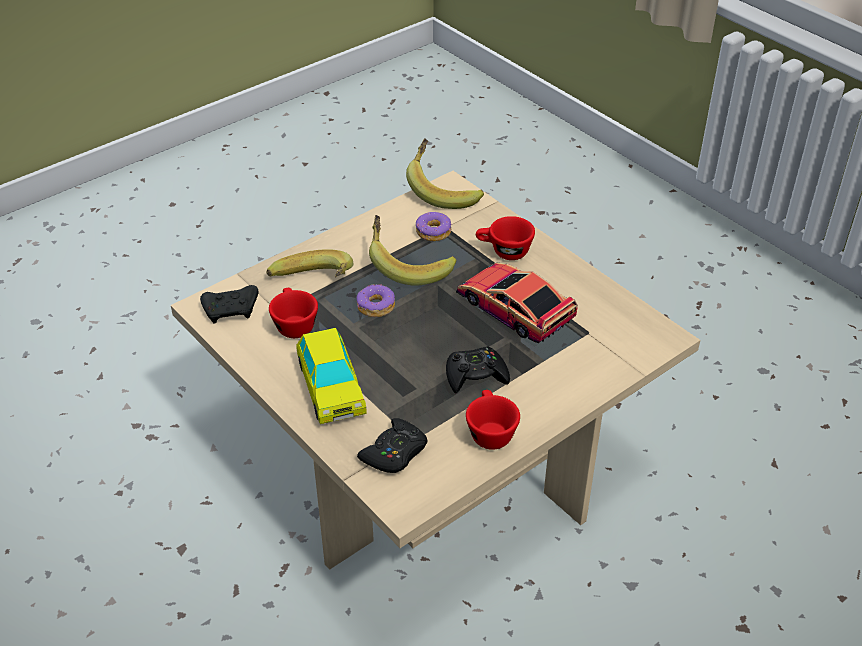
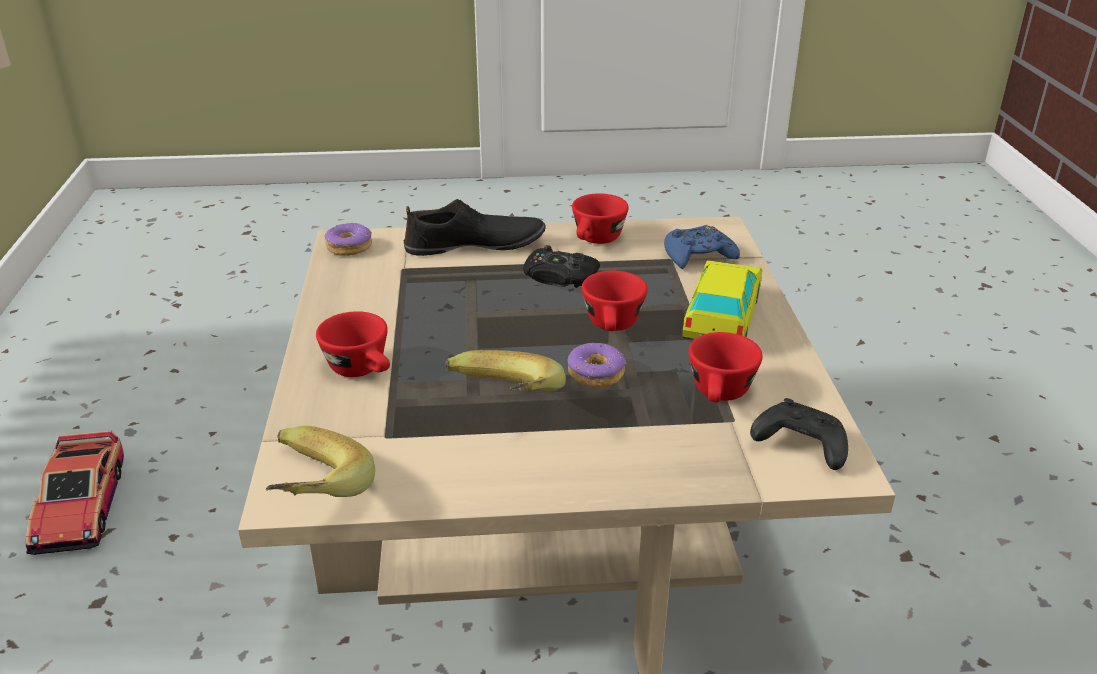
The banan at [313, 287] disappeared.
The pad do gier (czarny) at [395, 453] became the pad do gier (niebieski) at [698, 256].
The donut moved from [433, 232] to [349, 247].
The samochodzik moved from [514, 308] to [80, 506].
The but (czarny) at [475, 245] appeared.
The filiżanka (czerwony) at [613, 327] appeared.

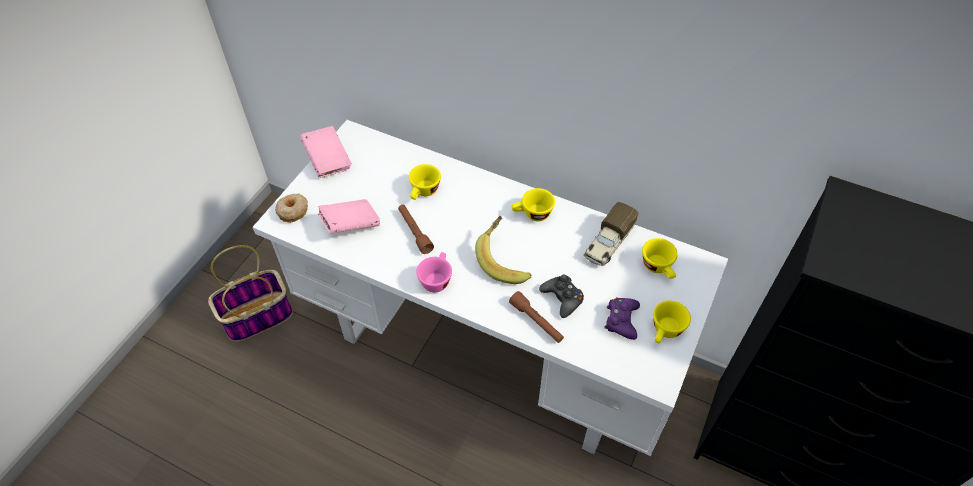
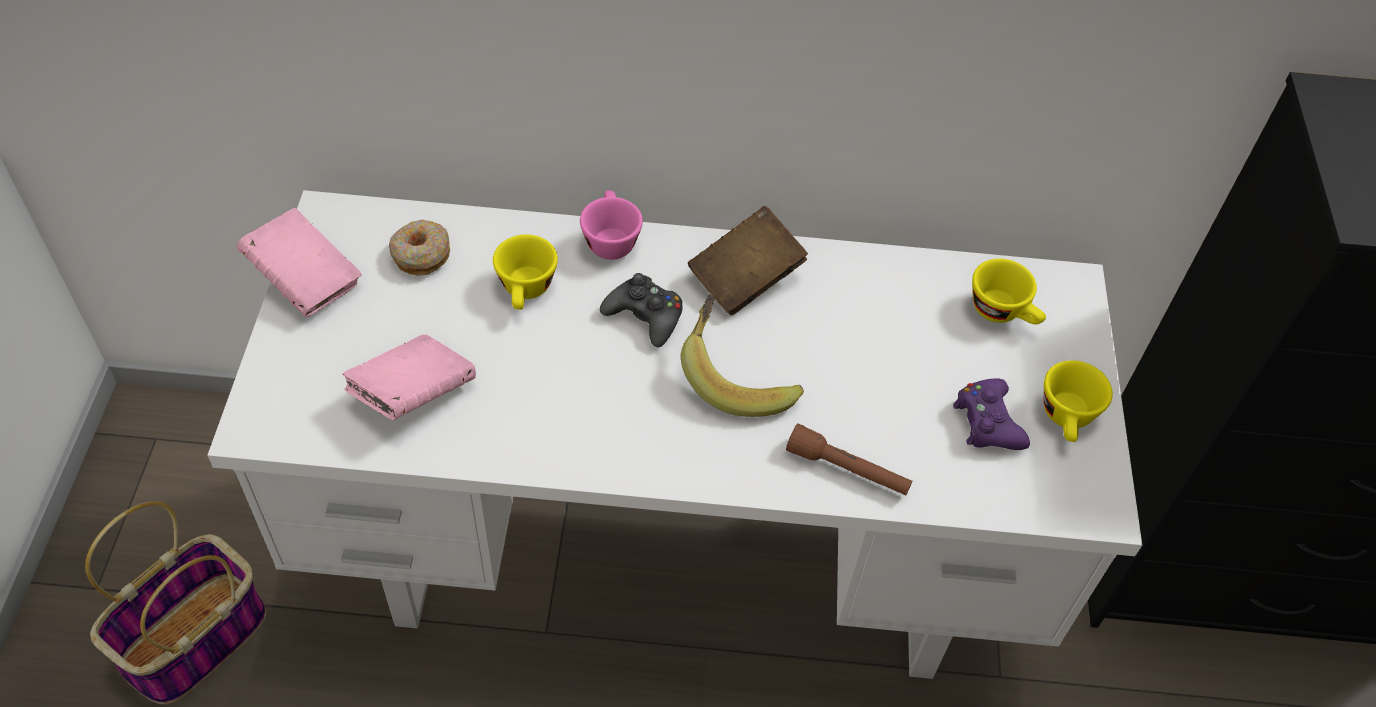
The donut moved from [293, 211] to [421, 254].
The latarka (brązowy) at [414, 232] disappeared.
The filiżanka (różowy) moved from [436, 279] to [609, 239].
The filiżanka (żółty) at [532, 214] was replaced by the książka (brązowy) at [745, 278].
The pad do gier (czarny) moved from [562, 298] to [645, 316].
The ciężarówka zabawkowa at [608, 244] disappeared.

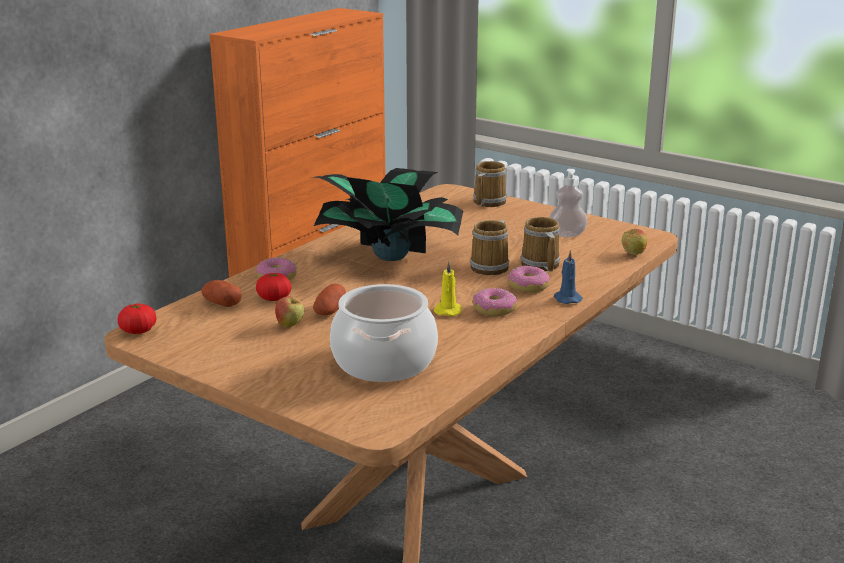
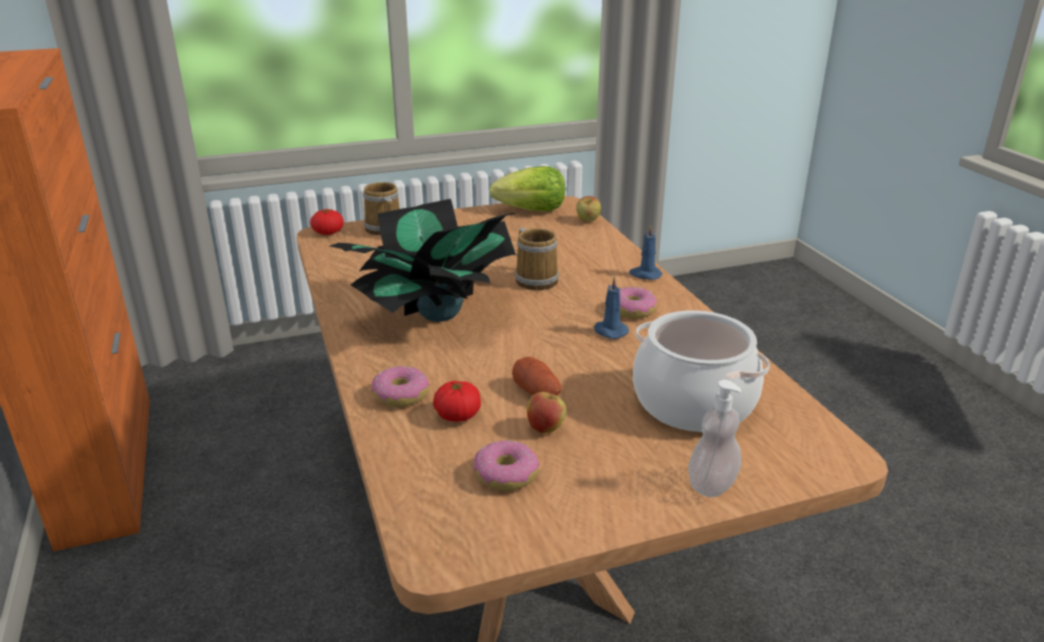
The pomidor moved from [138, 331] to [328, 233].
The ziemniak at [222, 304] disappeared.
The świeca (żółty) at [448, 310] became the świeca (niebieski) at [609, 331].
The donut moved from [528, 286] to [505, 475].
The kubek at [539, 265] disappeared.
The dozownik mydła moved from [567, 234] to [712, 484].
The sałata at [532, 211] appeared.

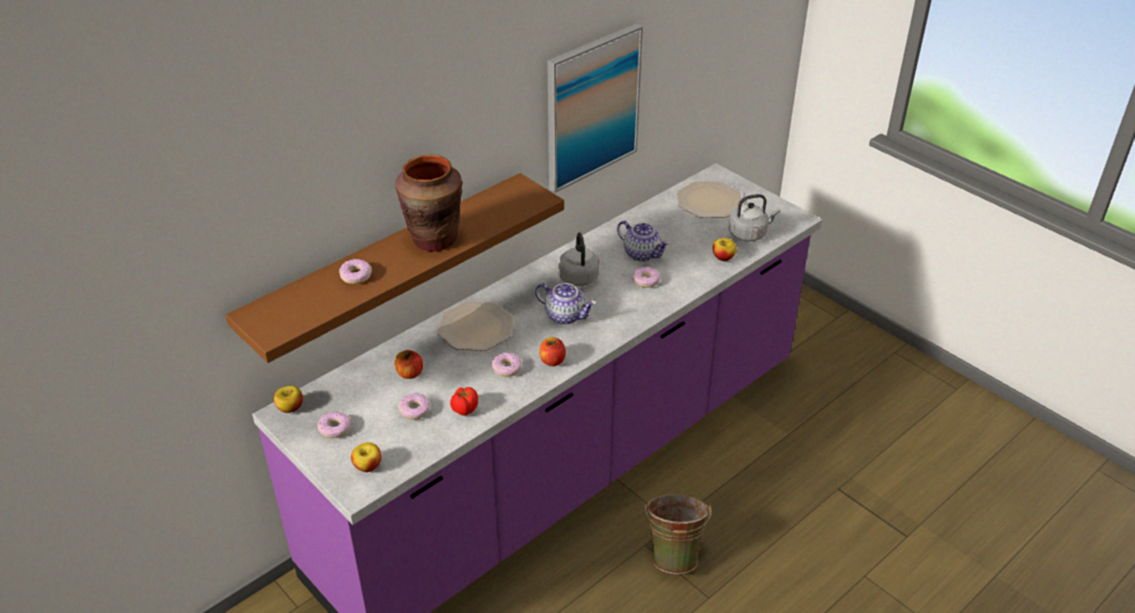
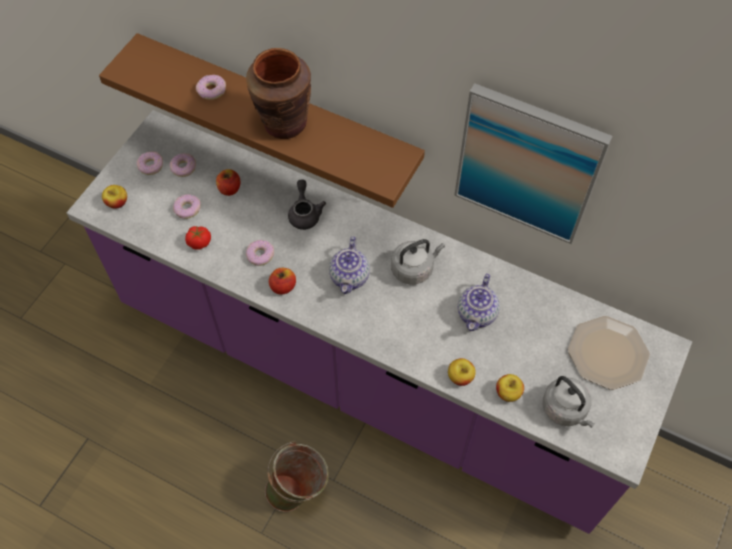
The jabłko moved from [290, 408] to [460, 377].
The talerz at [475, 328] was replaced by the imbryk (szary) at [305, 213].
The donut moved from [646, 281] to [183, 168].

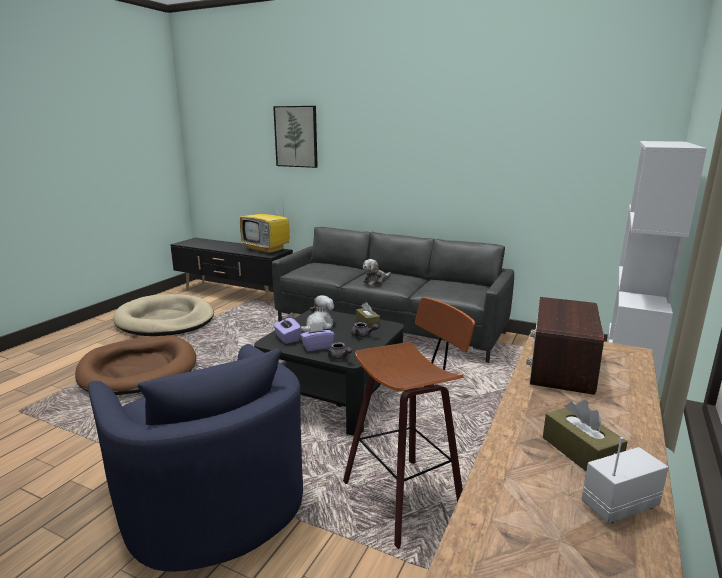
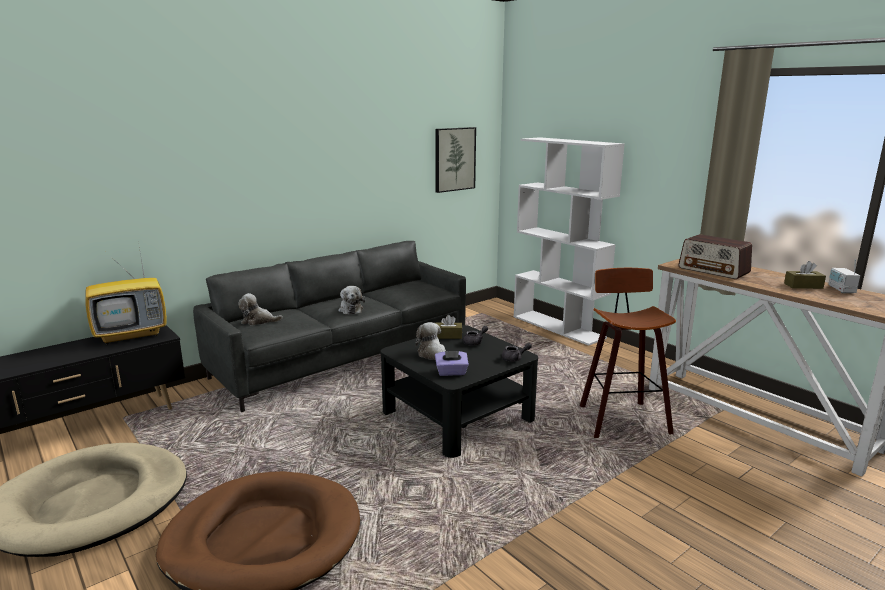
The fotel (niebieski) at [209, 497] disappeared.
The obraz moved from [296, 136] to [454, 159].
The pudełko chusteczek (fioletowy) at [317, 347] disappeared.
The pluszak at [258, 321] appeared.

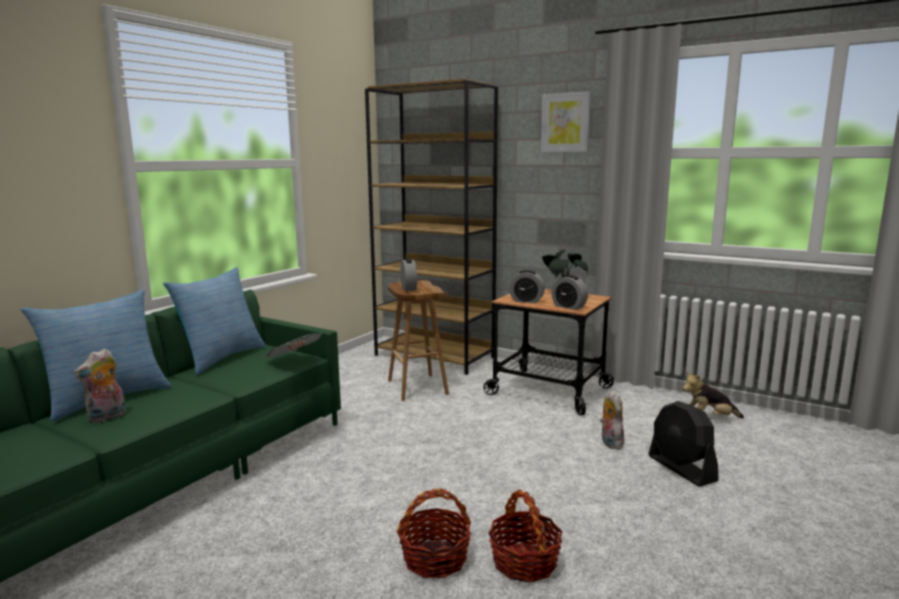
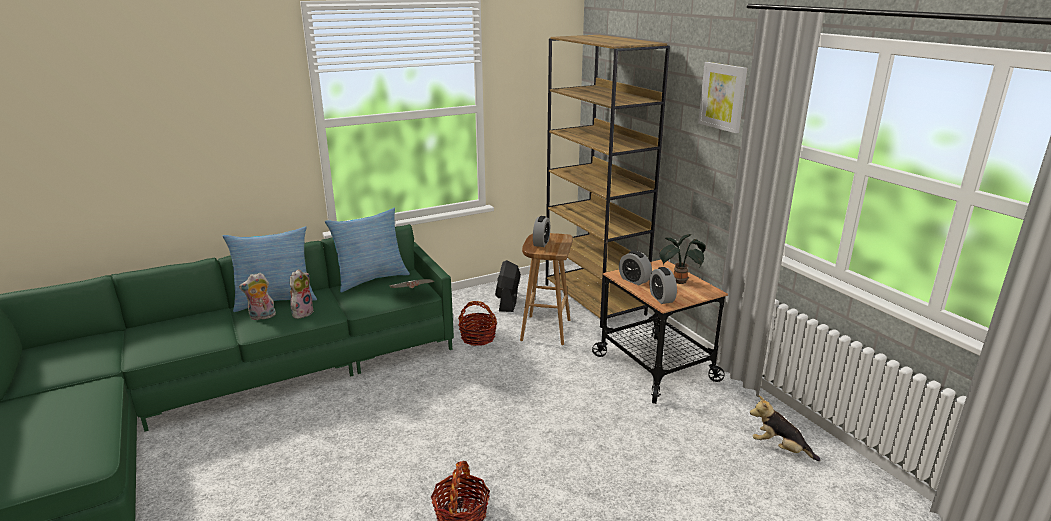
The koszyk moved from [435, 558] to [478, 337].
The pluszak moved from [609, 442] to [302, 312].
The wentylator (czarny) moved from [681, 468] to [508, 302].

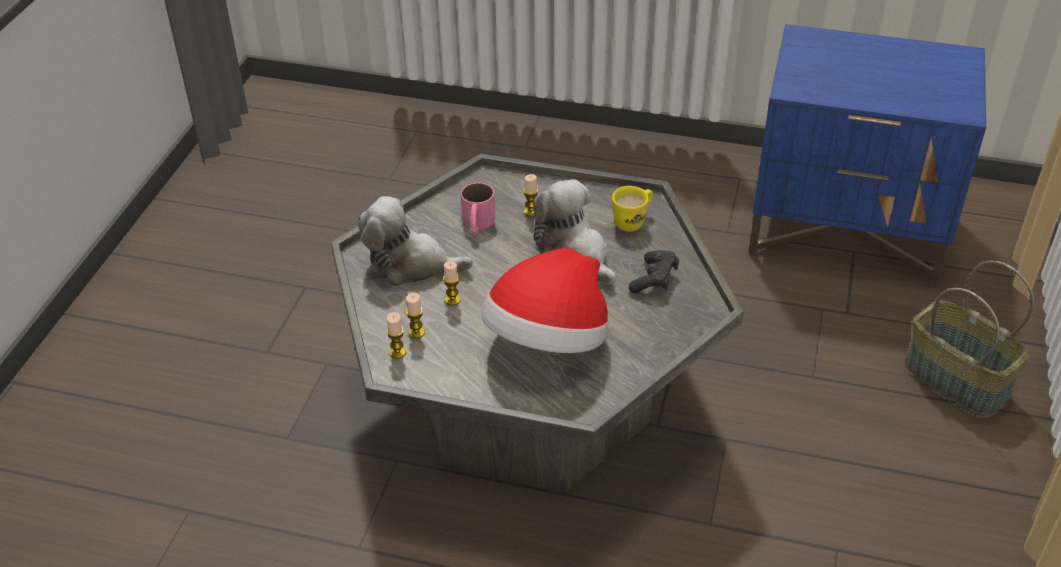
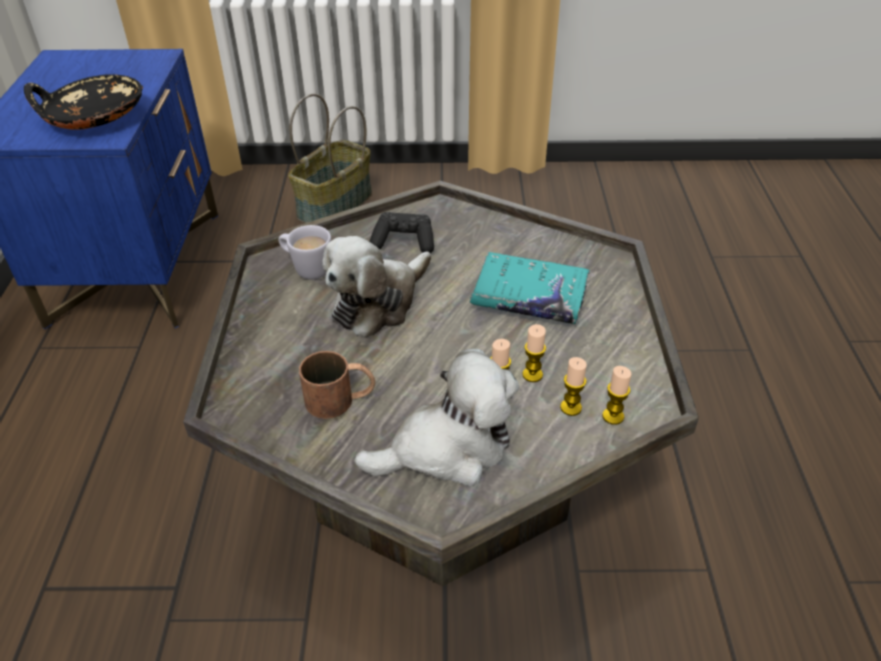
The pluszak at [410, 265] turned 105 degrees counterclockwise.
The kubek (różowy) at [477, 224] became the kubek (brązowy) at [341, 399].
The kapelusz at [548, 341] was replaced by the książka (turkusowy) at [529, 298].
The świeca moved from [531, 212] to [532, 375].
The kubek (żółty) at [633, 221] became the kubek (biały) at [306, 268].
The miska (czarny) at [93, 118] appeared.

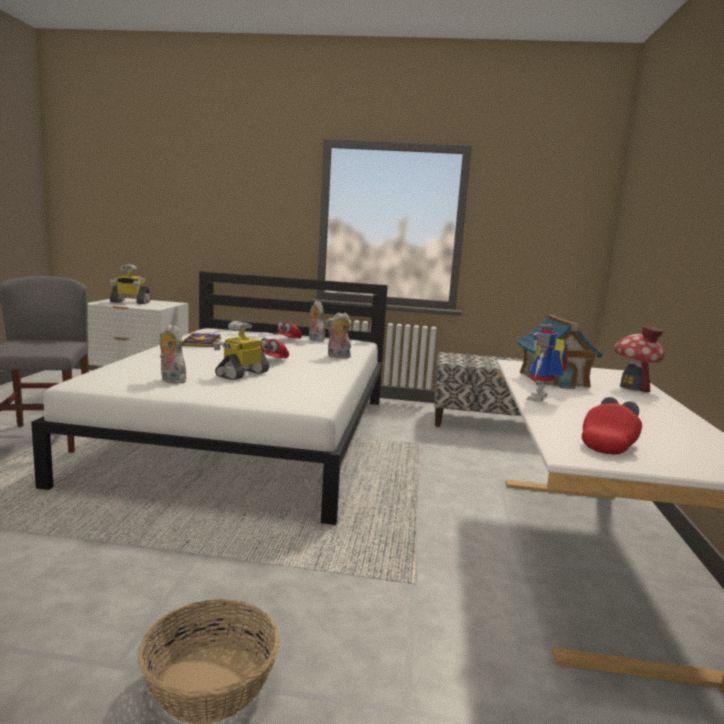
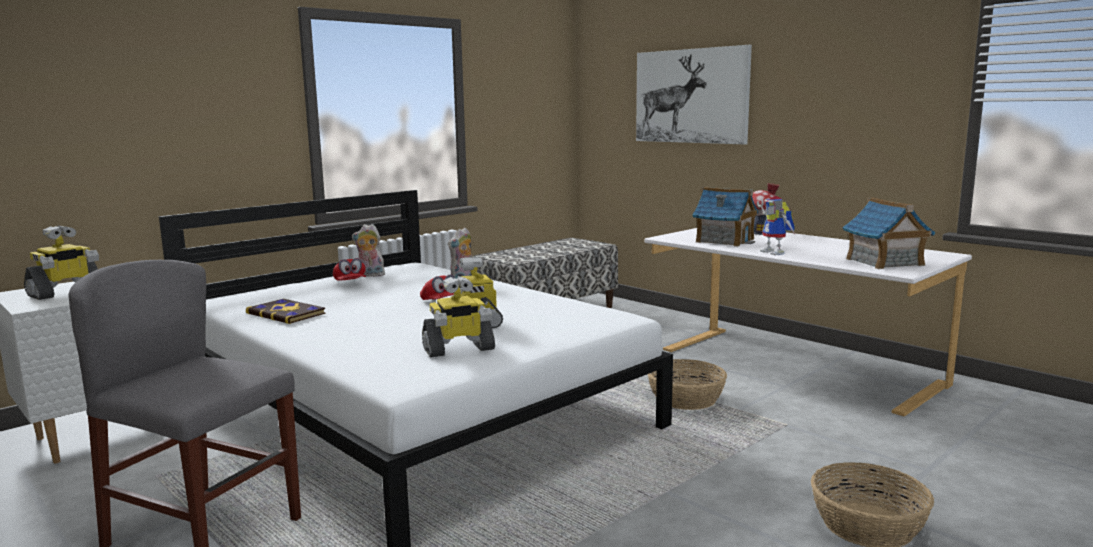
The pluszak at [171, 380] was replaced by the robot zabawkowy at [458, 349].
The czapka z daszkiem (czerwony) at [609, 444] was replaced by the domek at [884, 262].
The obraz at [691, 96] appeared.
The koszyk at [686, 399] appeared.

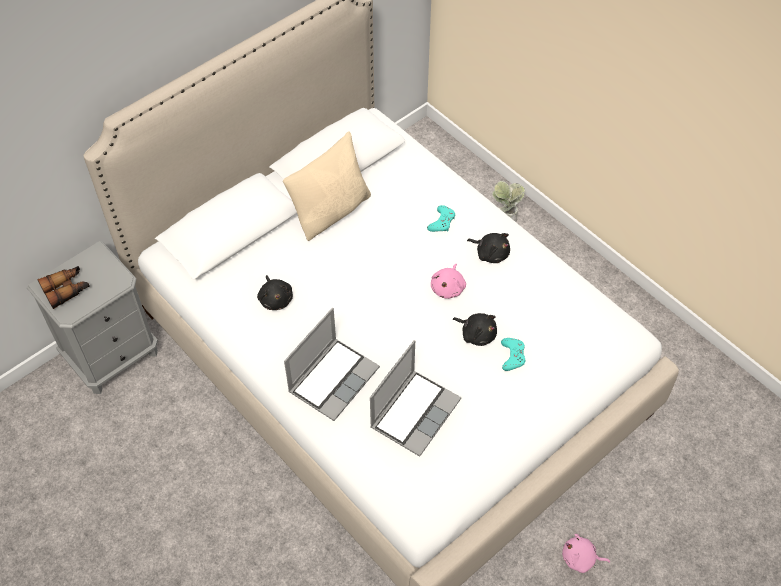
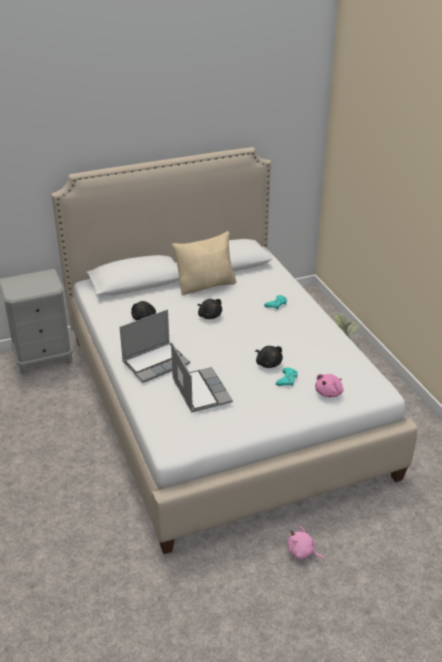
The lornetka at [66, 290] disappeared.
The laptop at [415, 412] turned 75 degrees counterclockwise.
The pluszak (różowy) moved from [448, 288] to [329, 393].
The pluszak (czarny) moved from [490, 253] to [209, 315].

